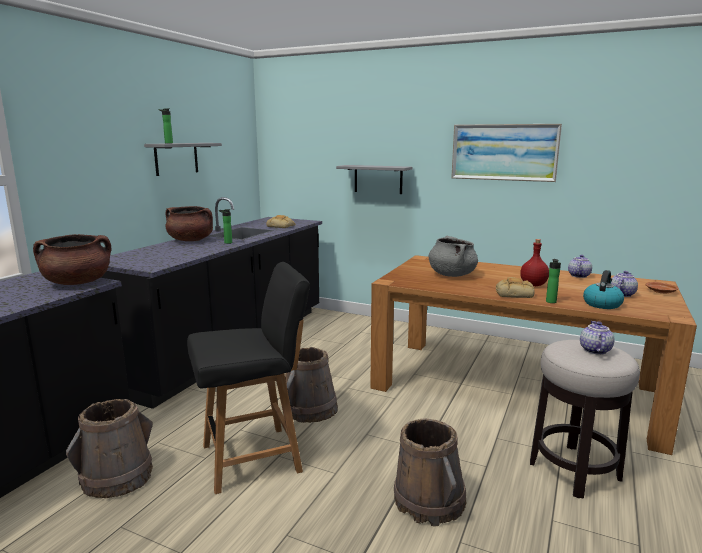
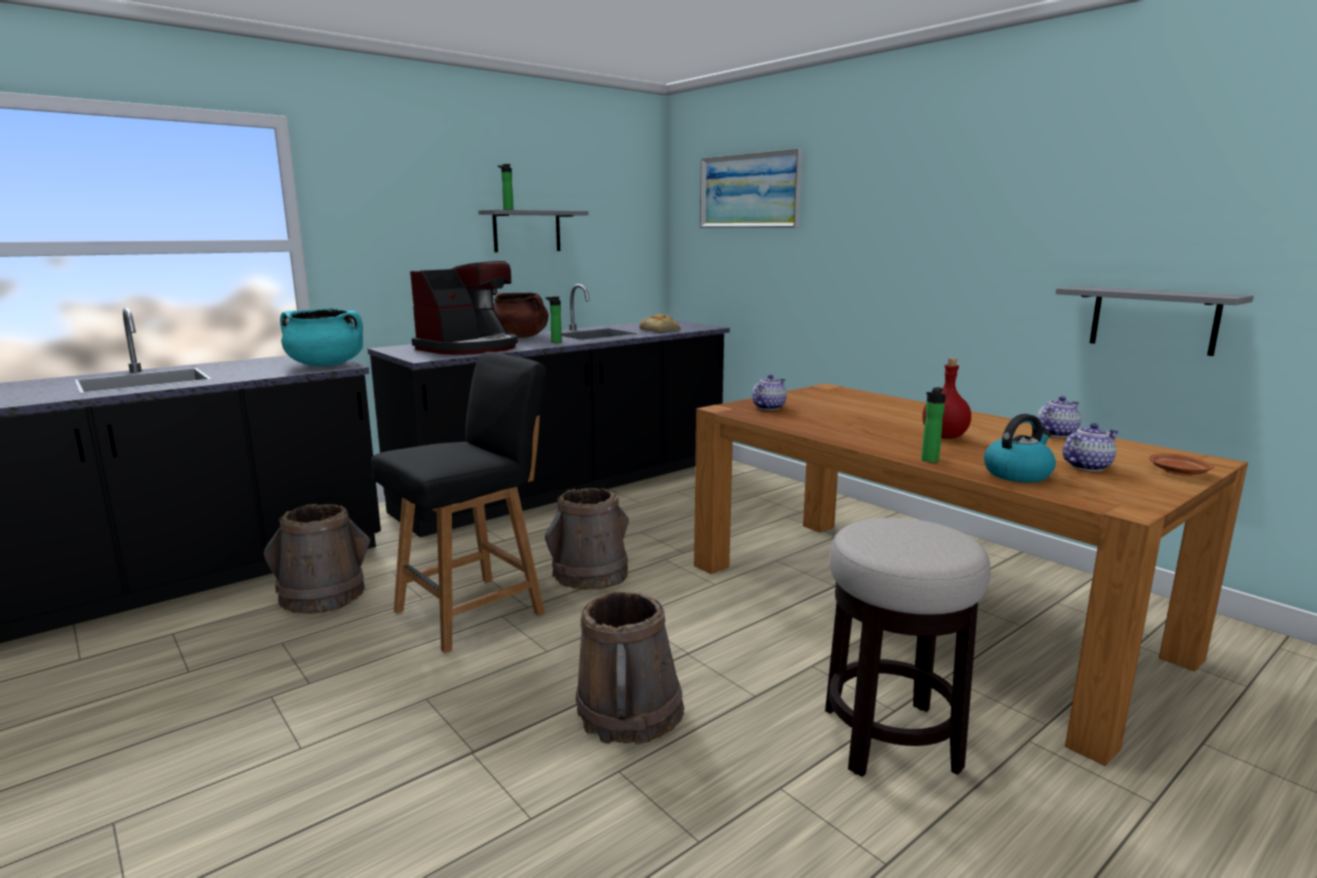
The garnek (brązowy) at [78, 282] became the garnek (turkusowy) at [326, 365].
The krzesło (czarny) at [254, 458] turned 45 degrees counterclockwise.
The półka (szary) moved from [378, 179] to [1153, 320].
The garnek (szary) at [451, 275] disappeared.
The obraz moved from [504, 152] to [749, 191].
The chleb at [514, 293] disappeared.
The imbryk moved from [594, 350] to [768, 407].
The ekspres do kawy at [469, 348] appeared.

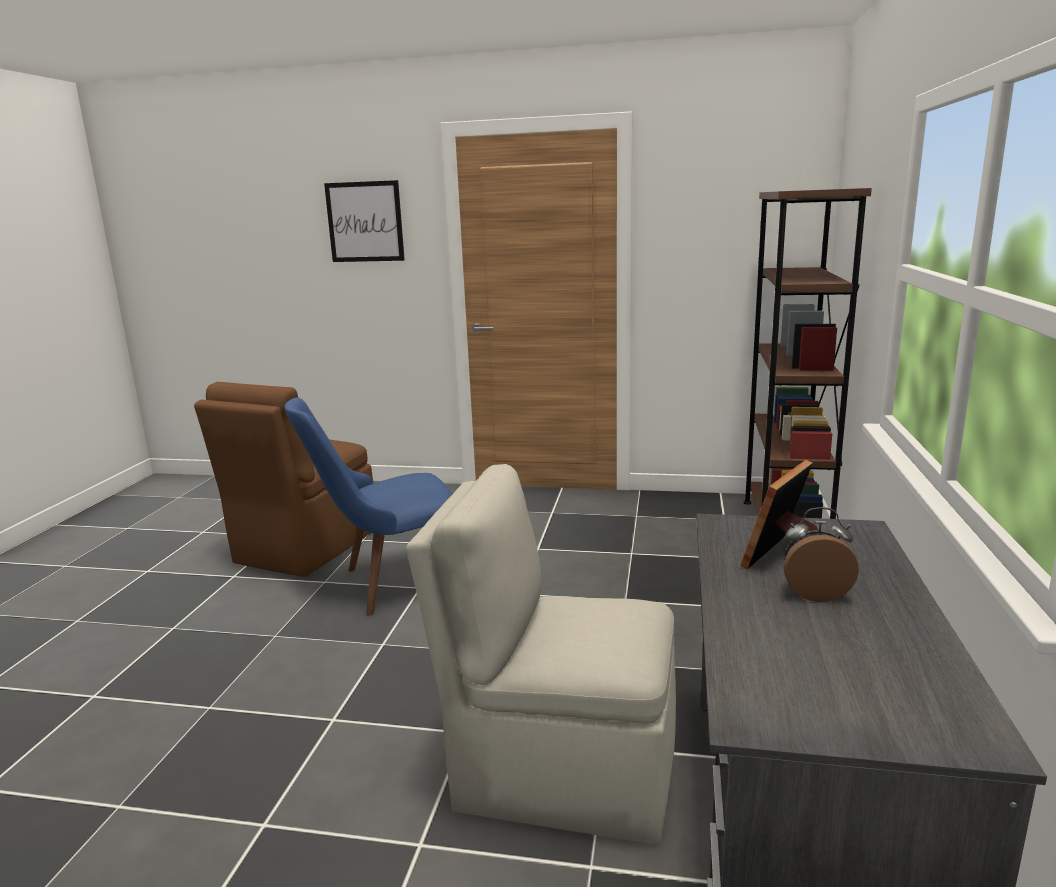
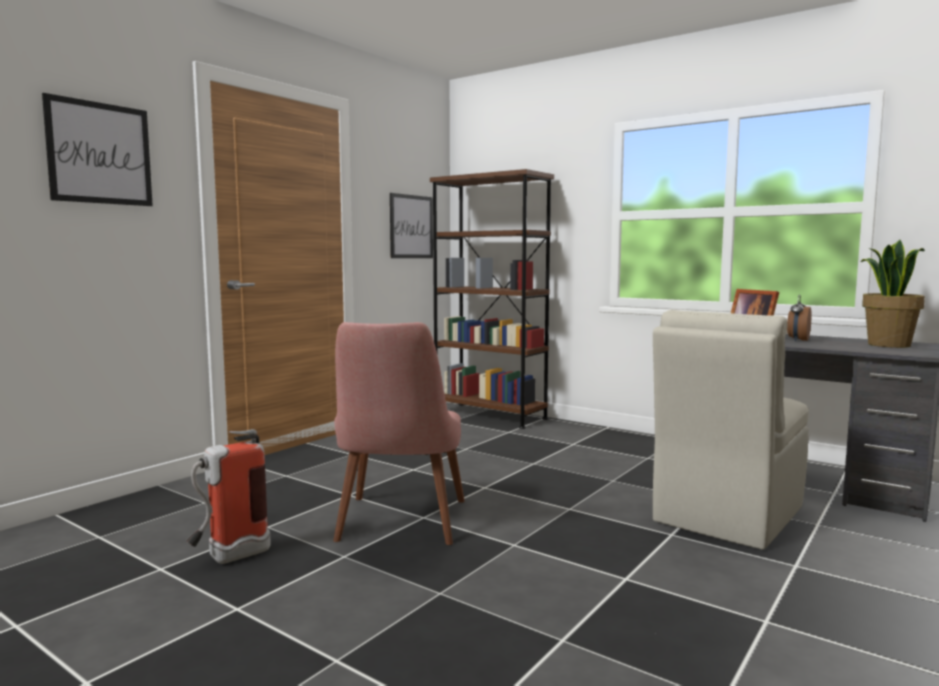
The krzesło (brązowy) at [304, 547] was replaced by the gaśnica at [229, 558].
The krzesło (niebieski) at [390, 584] became the krzesło (różowy) at [399, 527].
The obraz at [411, 226] appeared.
The roślina doniczkowa at [888, 345] appeared.

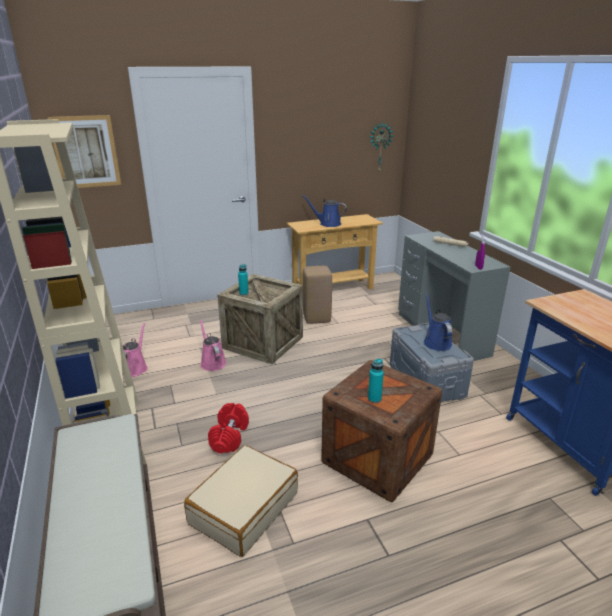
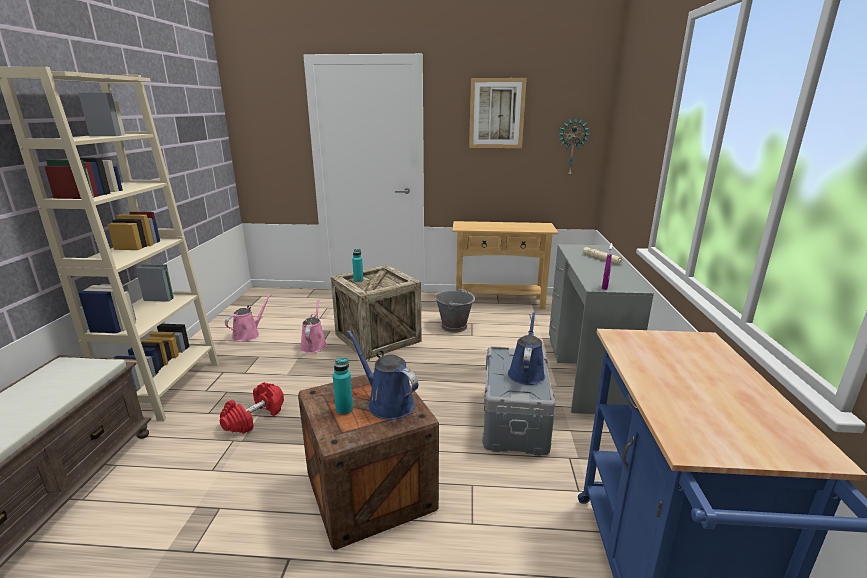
The obraz moved from [86, 152] to [496, 113].
The walizka (beżowy) at [243, 508] disappeared.
The konewka (niebieski) moved from [328, 224] to [387, 403].
The stołek (beżowy) at [317, 318] was replaced by the wiadro (szary) at [454, 326].

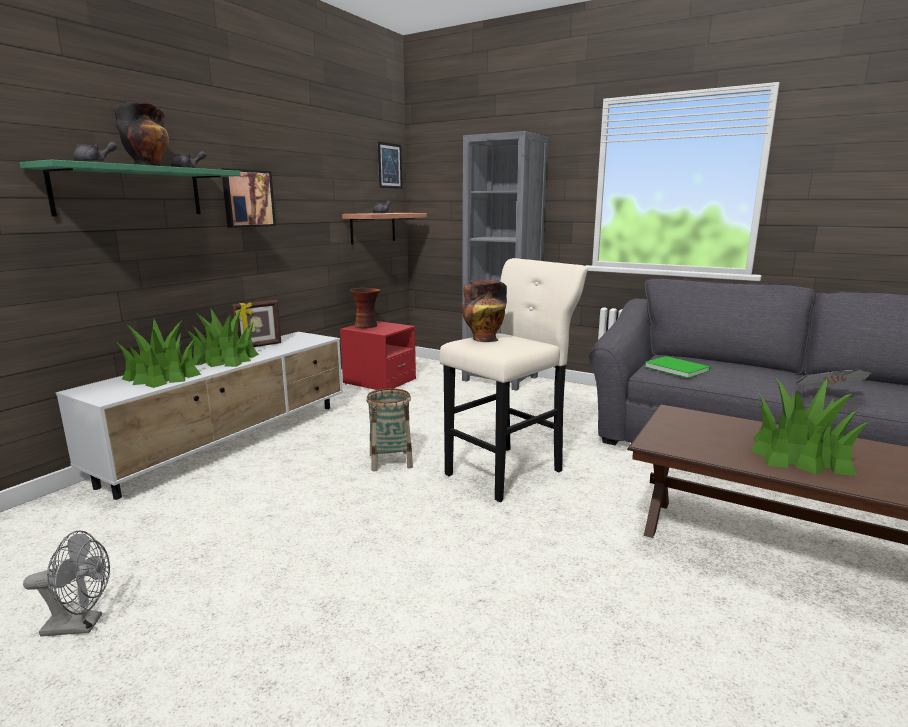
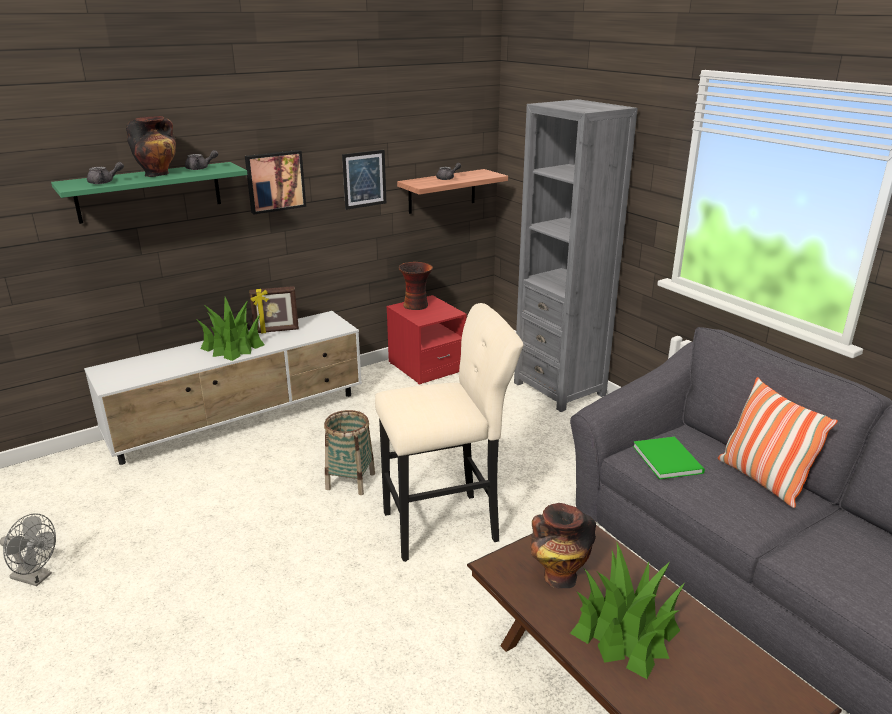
The roślina doniczkowa at [162, 376] disappeared.
The obraz moved from [390, 165] to [364, 179].
The wazon moved from [484, 339] to [558, 576].
The gazeta at [827, 395] disappeared.
The poduszka at [762, 480] appeared.

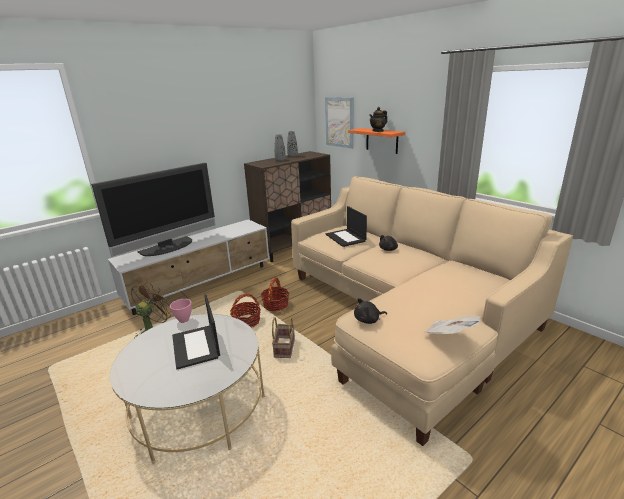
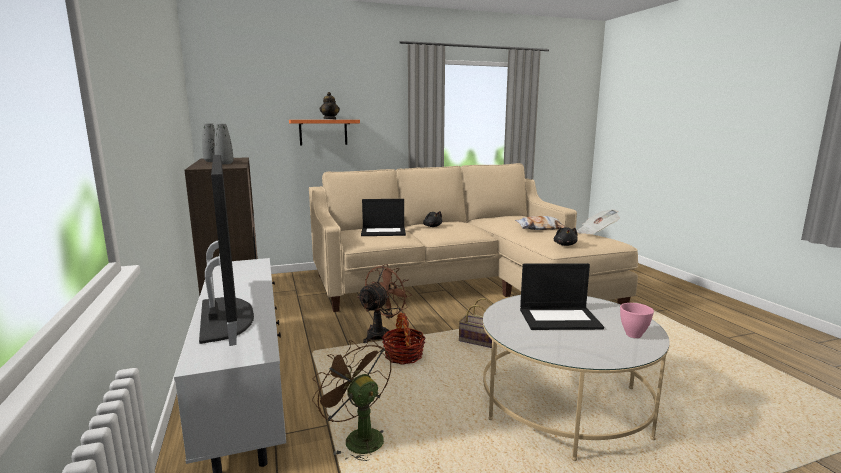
The miska (różowy) moved from [183, 320] to [632, 335].
The koszyk at [276, 305] was replaced by the wentylator (brązowy) at [382, 333].
The obraz at [339, 122] disappeared.
The poduszka at [540, 228] appeared.

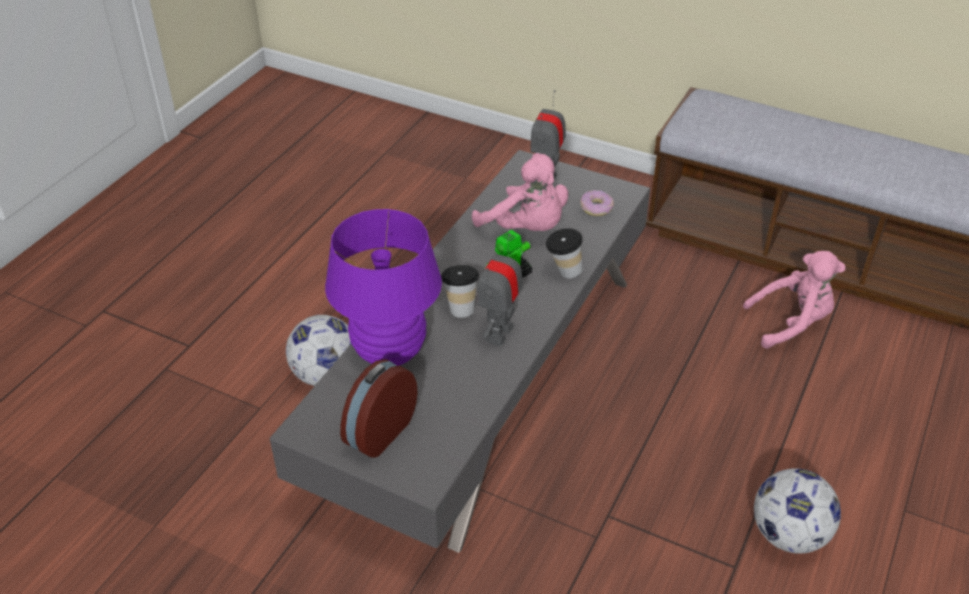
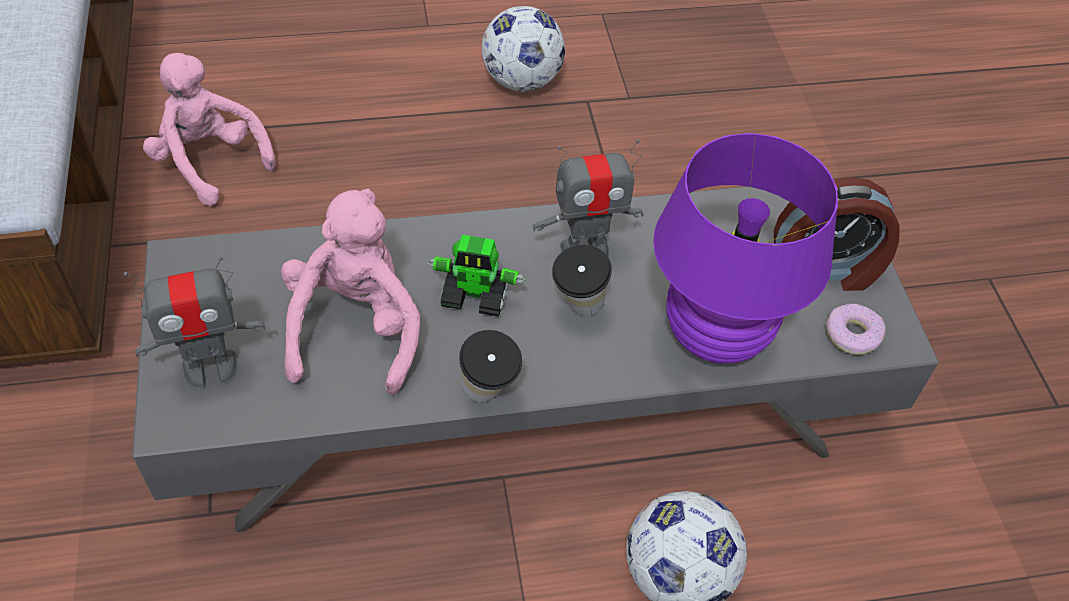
The filiżanka moved from [563, 272] to [488, 396].
The donut moved from [596, 208] to [852, 335].

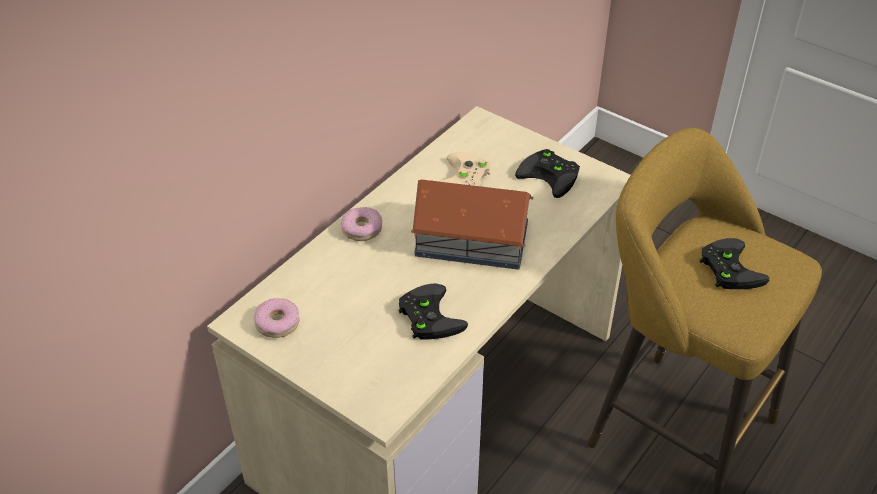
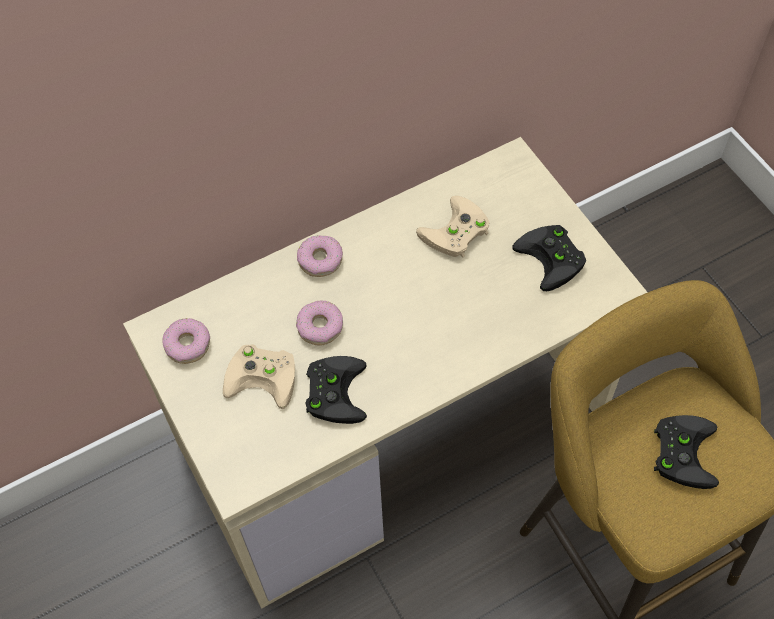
The domek at [470, 238] disappeared.
The pad do gier (beżowy) at [265, 376] appeared.
The donut at [320, 326] appeared.

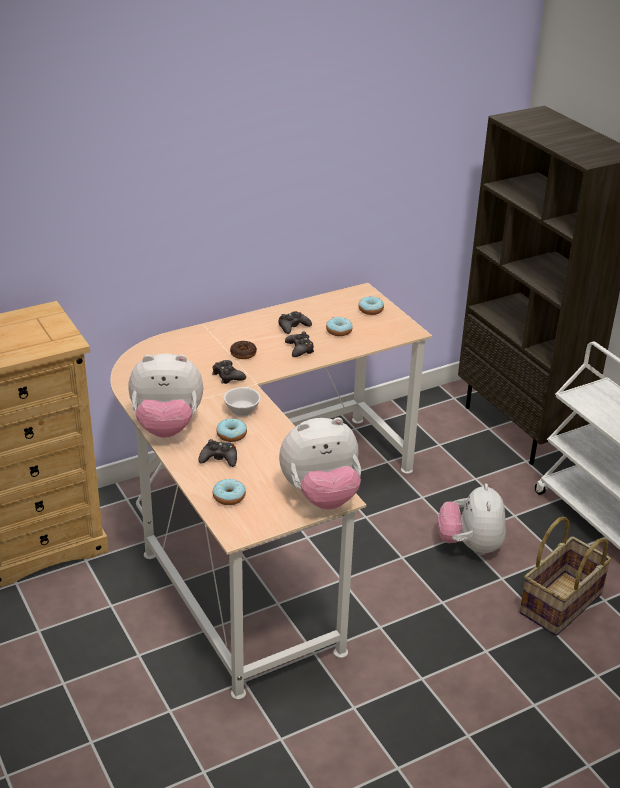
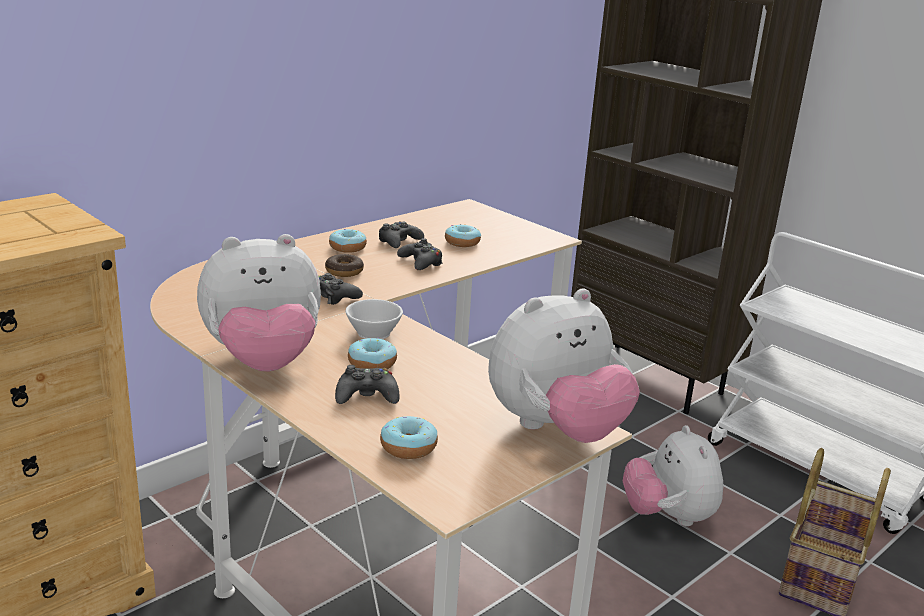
The donut moved from [370, 310] to [347, 248].

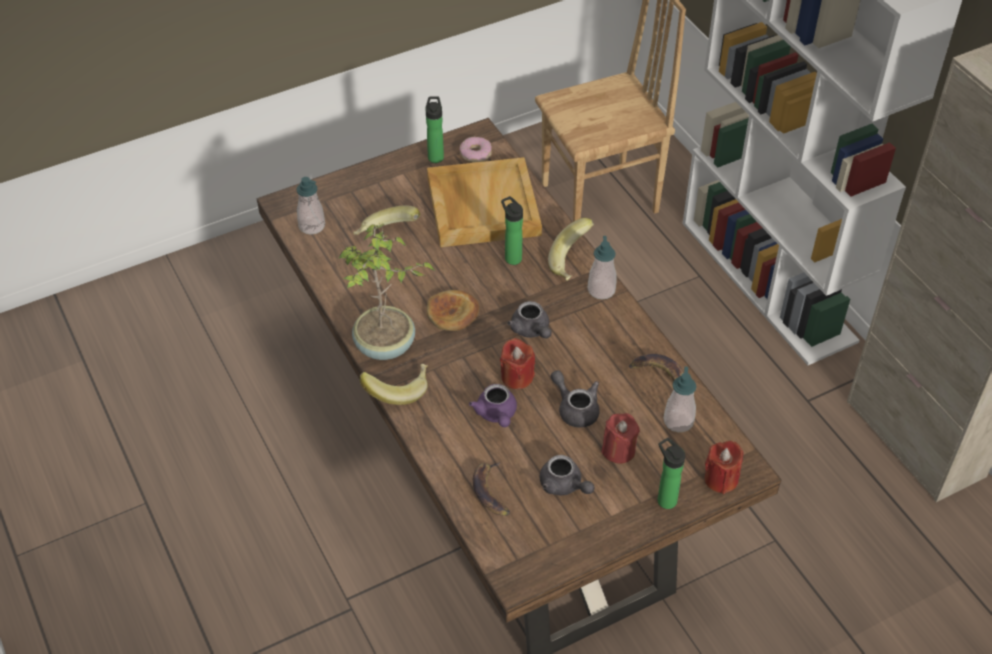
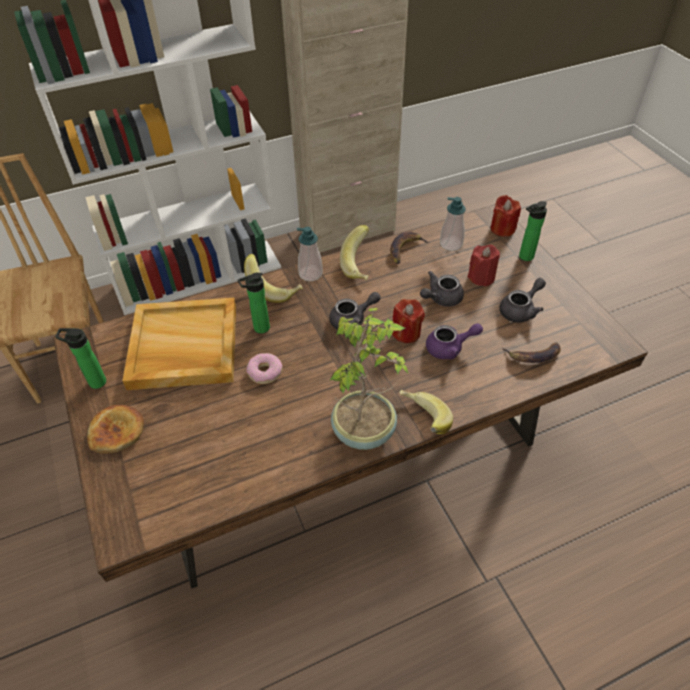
The dozownik mydła at [312, 226] disappeared.
The banan moved from [387, 235] to [361, 266].
The chleb moved from [452, 313] to [117, 431].
The donut moved from [476, 154] to [265, 372].

